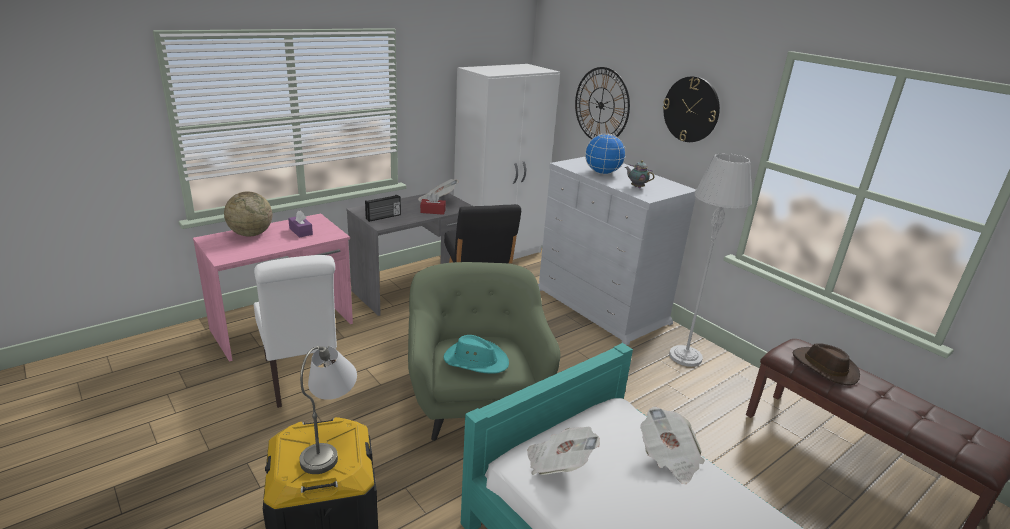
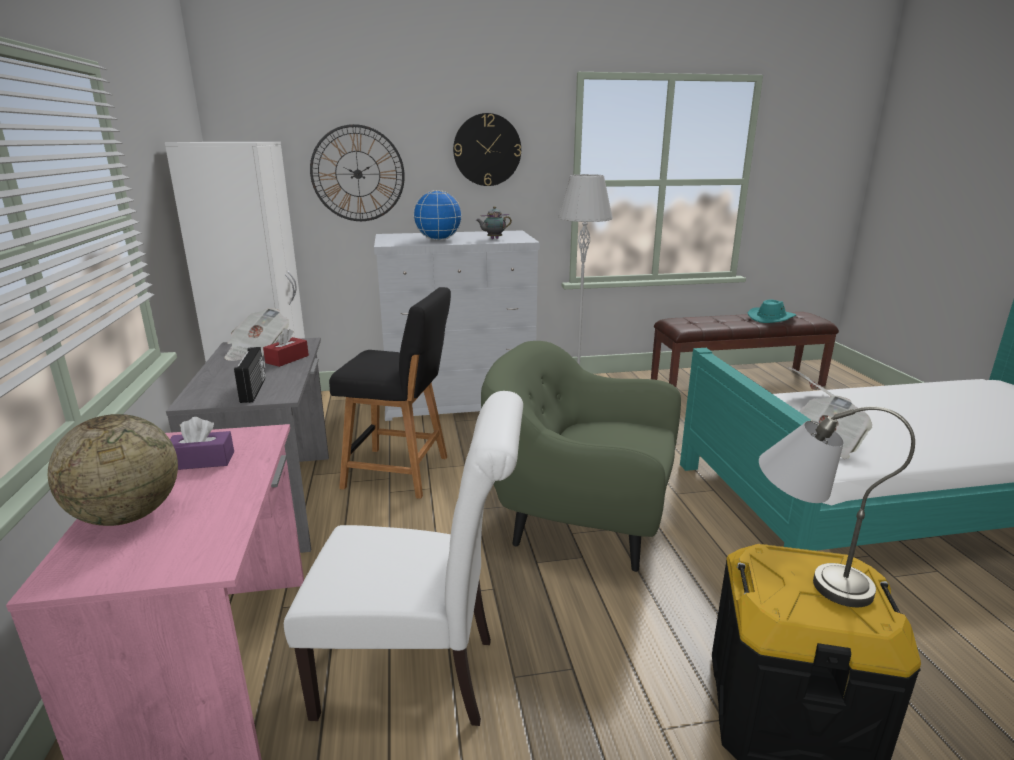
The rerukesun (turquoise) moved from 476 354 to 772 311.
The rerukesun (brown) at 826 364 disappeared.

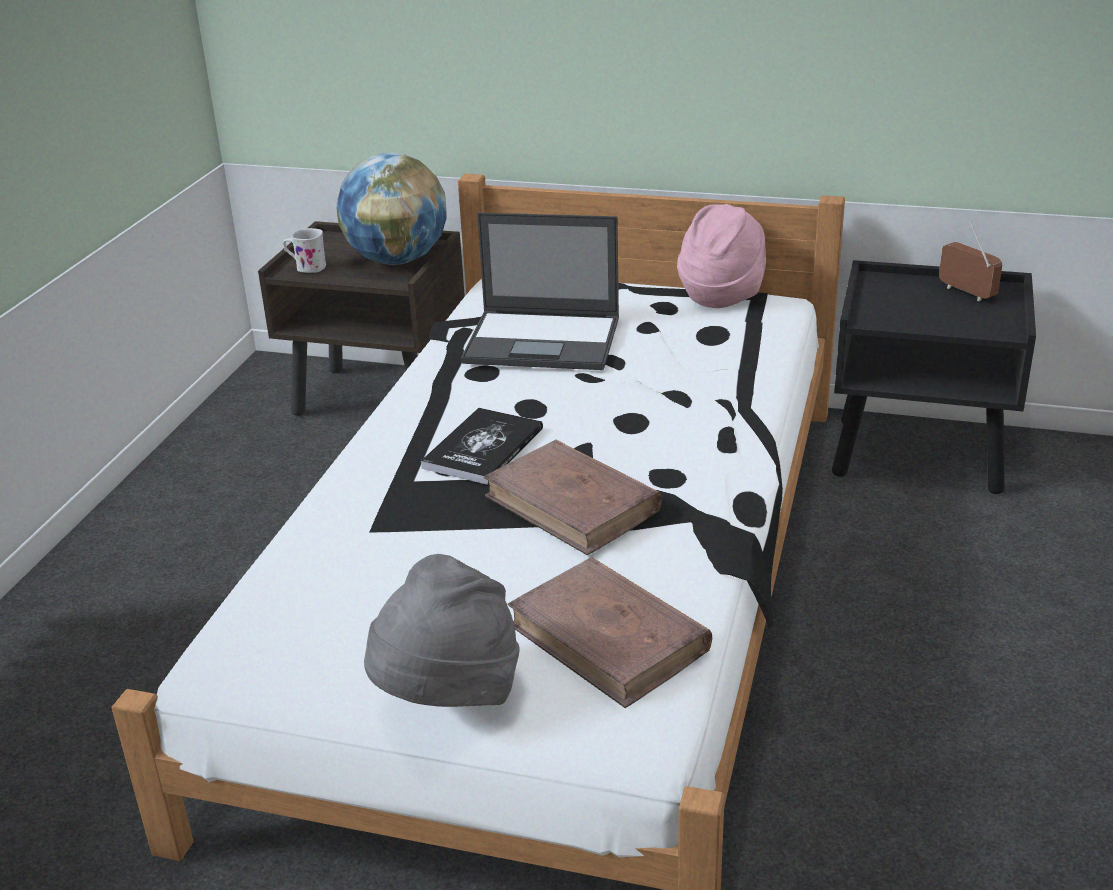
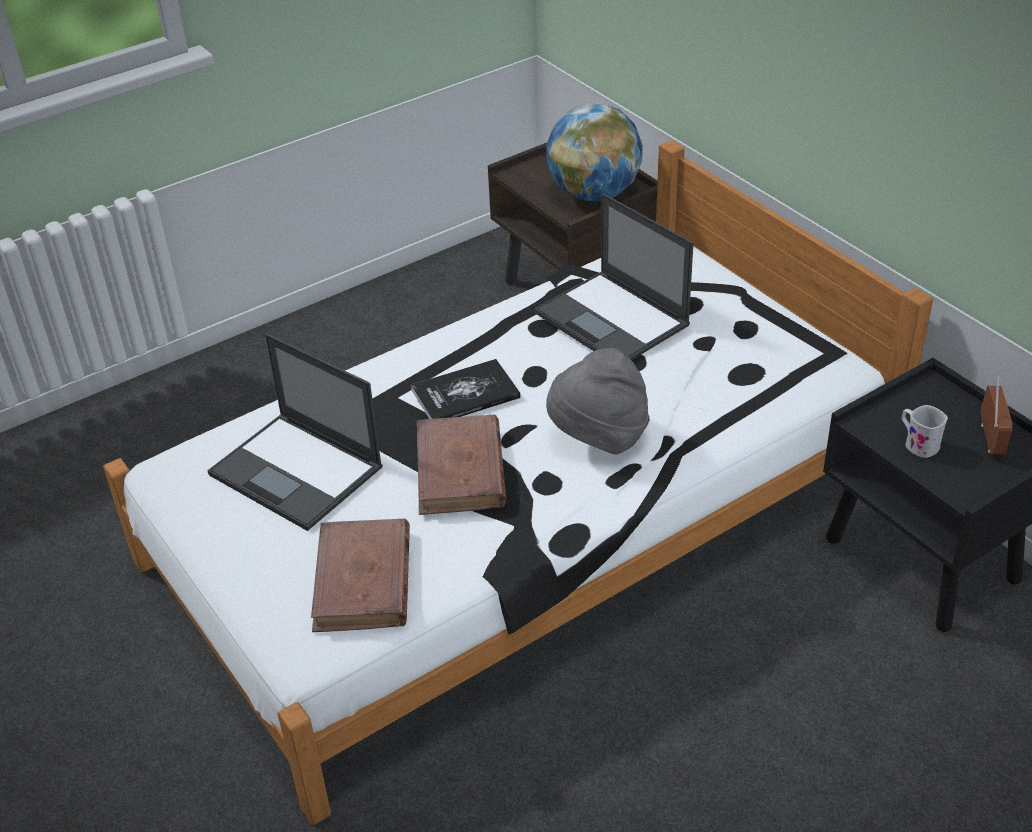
The rerukesun (pink) at 721 256 disappeared.
The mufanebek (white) moved from 304 250 to 925 431.
The rerukesun (grey) moved from 442 630 to 597 401.
The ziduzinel at 295 432 appeared.

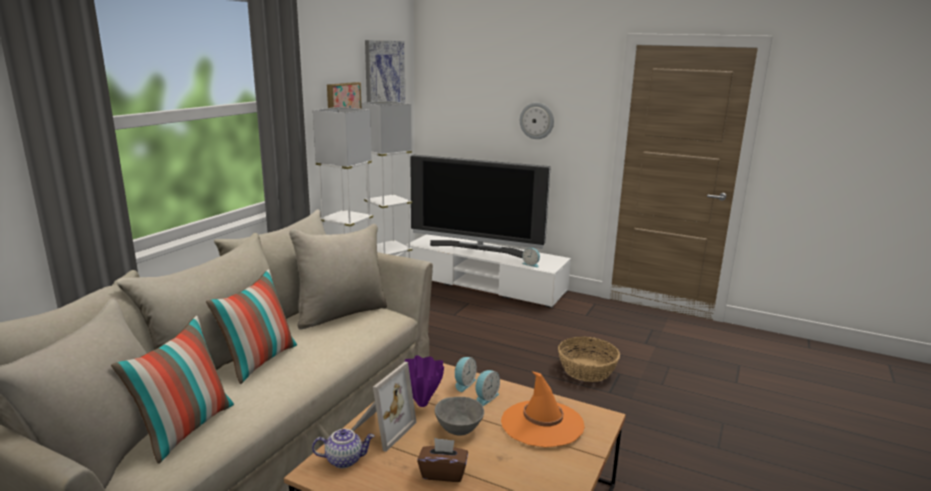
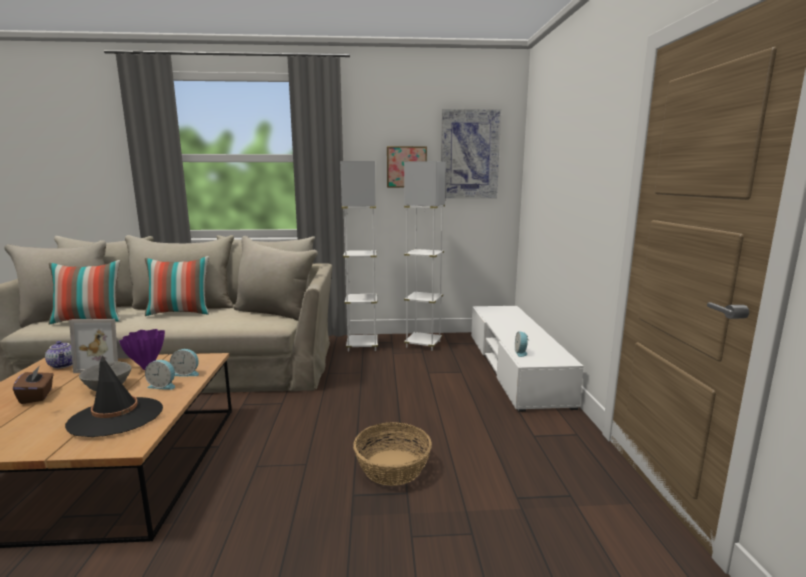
The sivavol at 537 120 disappeared.
The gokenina at 480 206 disappeared.
The rerukesun (orange) at 543 409 became the rerukesun (black) at 114 396.

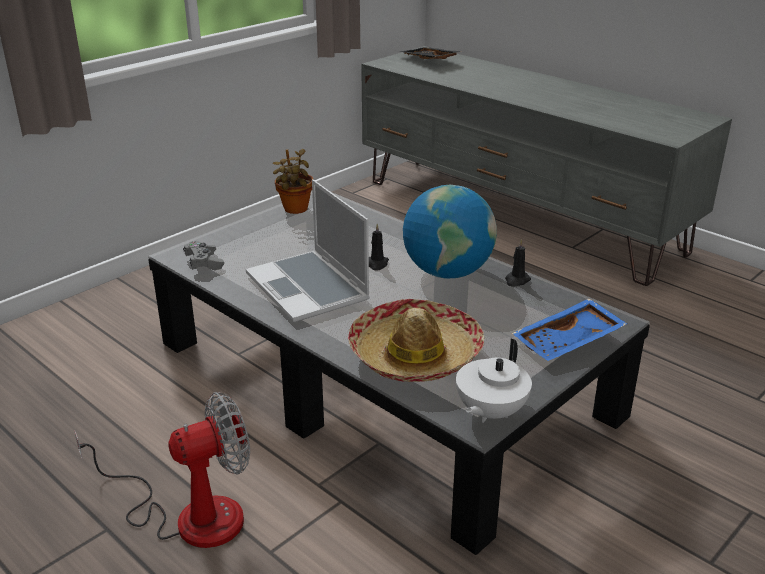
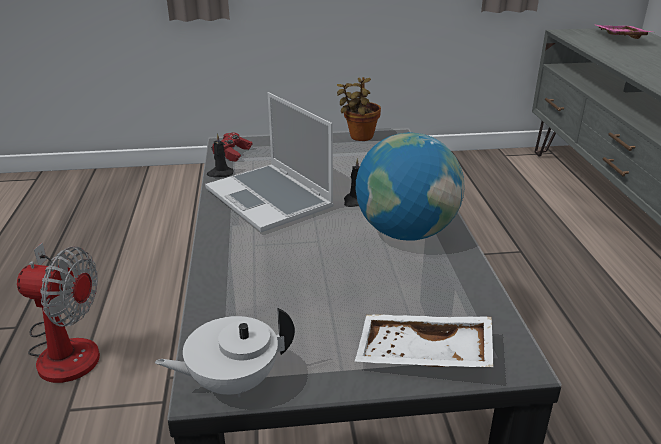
The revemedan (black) at 431 53 became the revemedan (pink) at 623 31.
The ziduzinel at 308 251 turned 45 degrees counterclockwise.
The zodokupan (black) moved from 518 263 to 220 155.
The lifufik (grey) at 203 255 became the lifufik (red) at 231 147.
The rerukesun at 416 340 disappeared.
The revemedan (blue) at 569 330 became the revemedan (white) at 424 340.

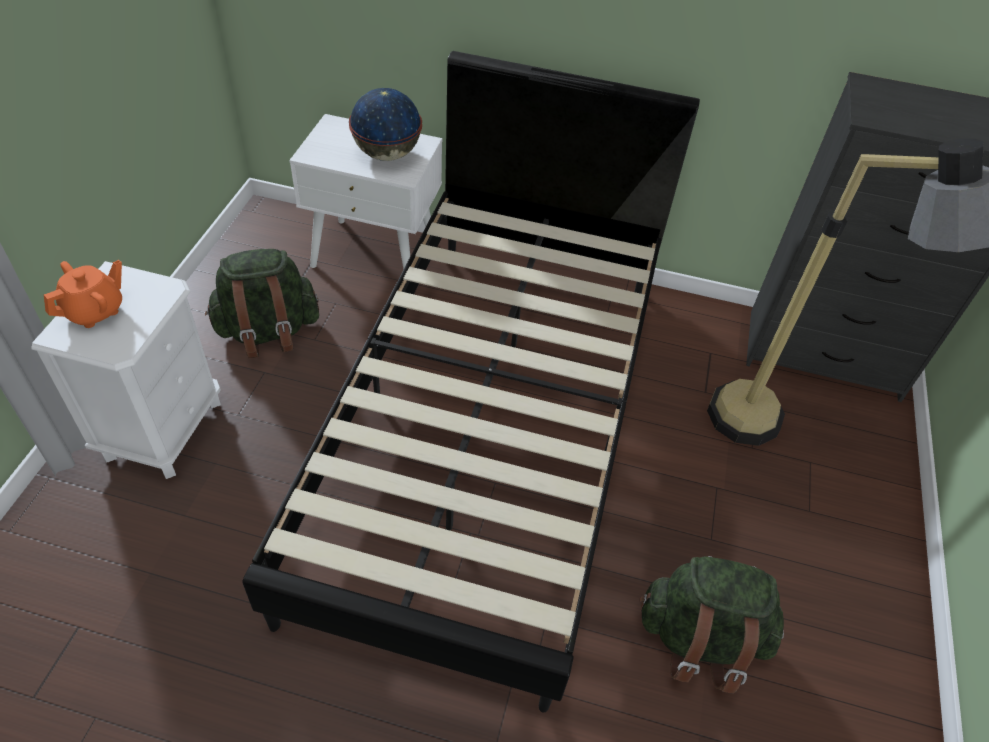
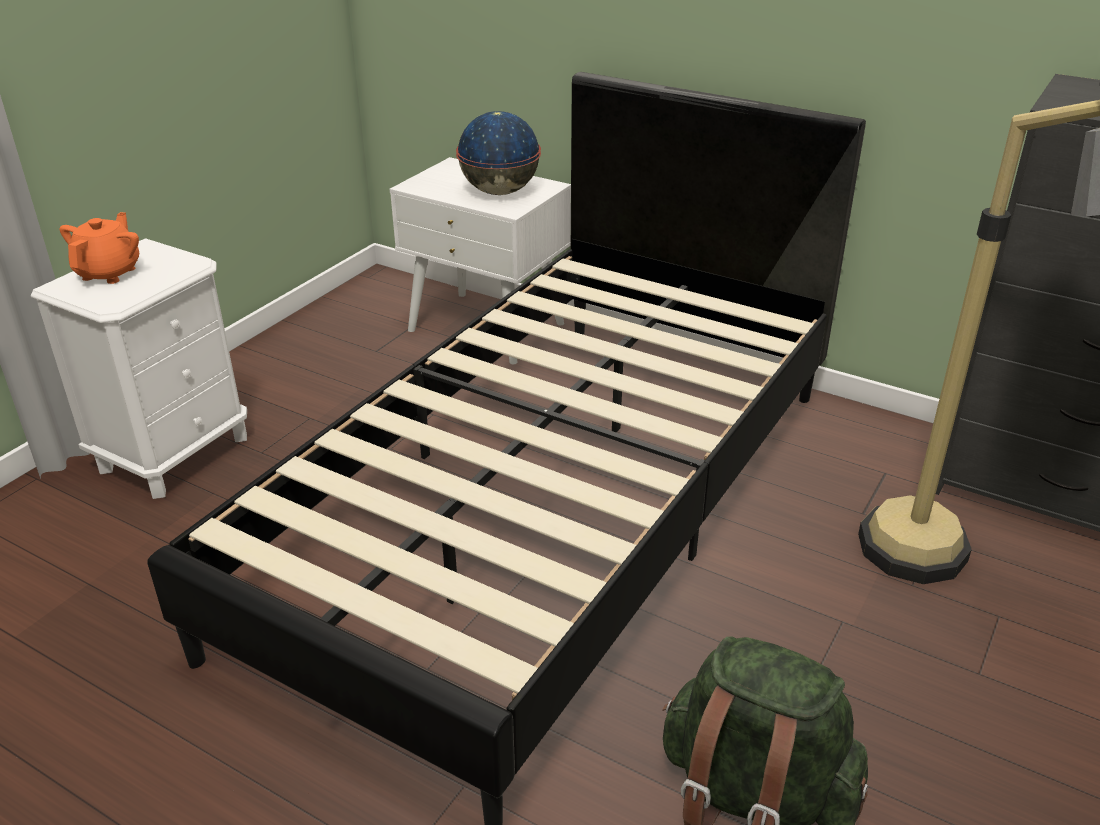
The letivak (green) at 262 304 disappeared.
The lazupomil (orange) at 83 294 turned 45 degrees counterclockwise.

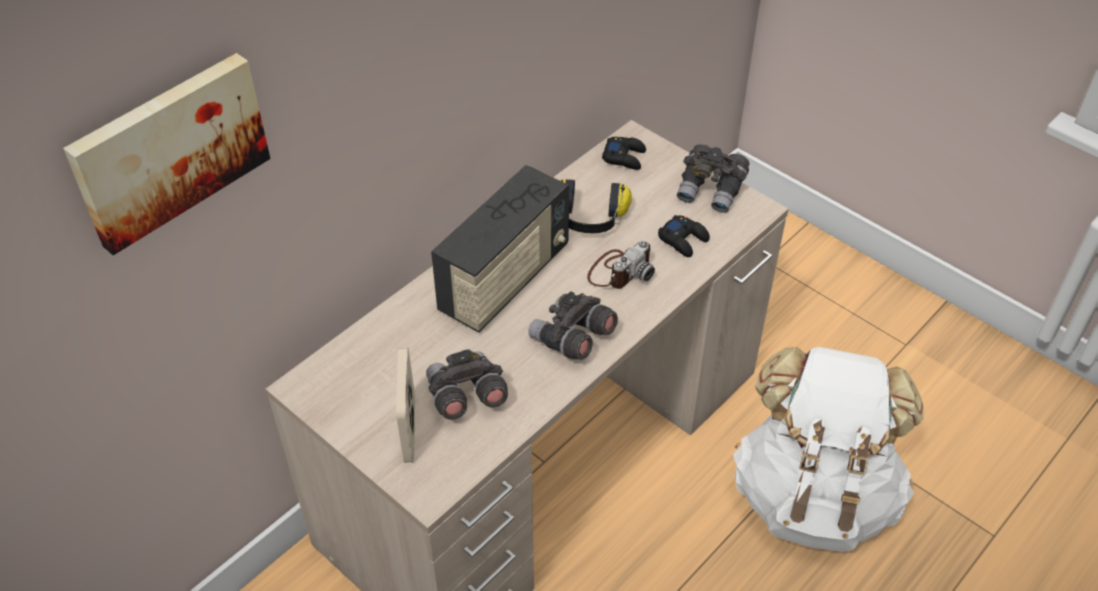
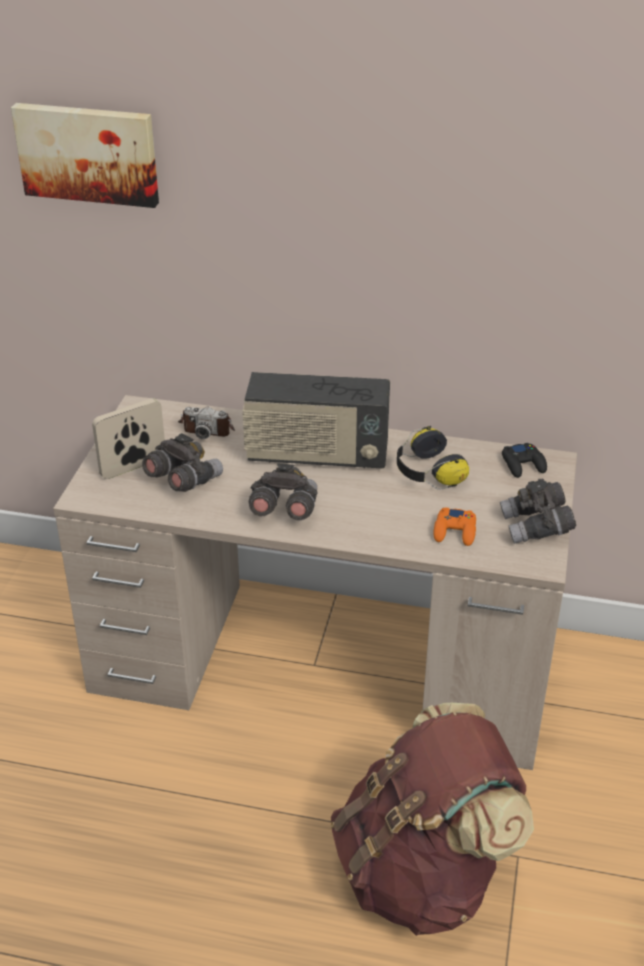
The lifufik (black) at 684 236 became the lifufik (orange) at 454 526.
The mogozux moved from 621 265 to 206 423.
The letivak (white) at 828 449 became the letivak (brown) at 432 819.

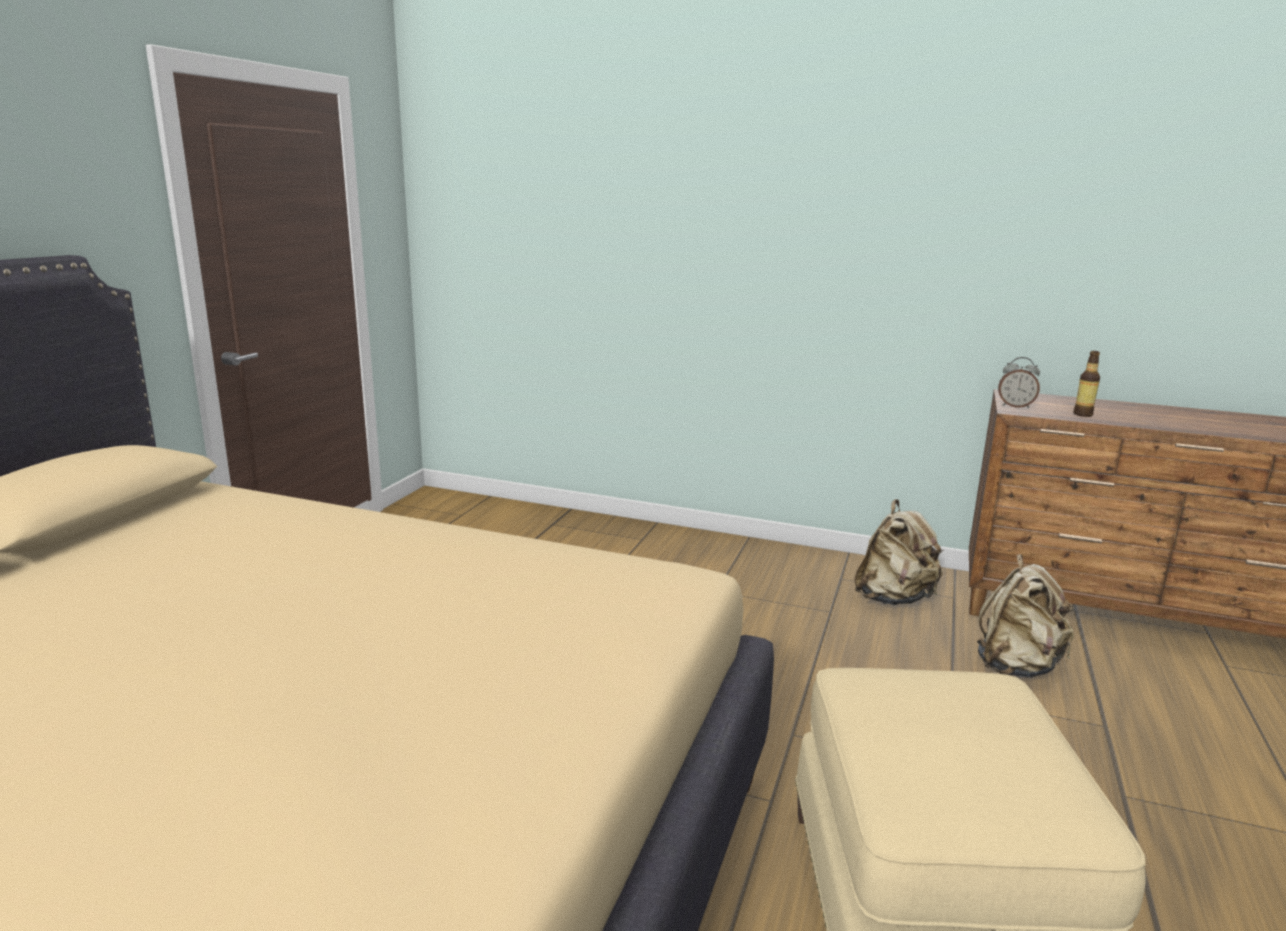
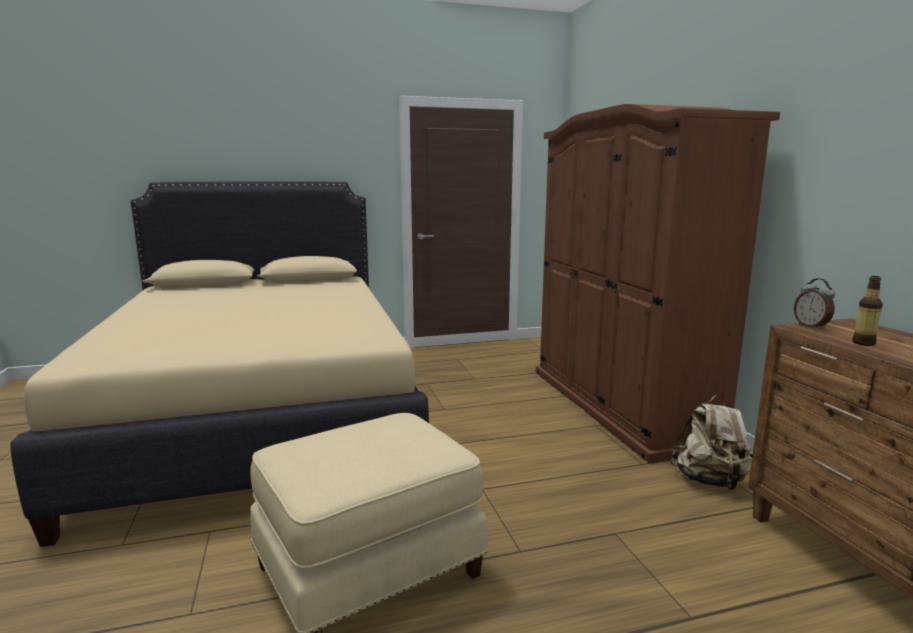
The letivak (beige) at 1025 616 disappeared.
The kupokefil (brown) at 658 283 appeared.

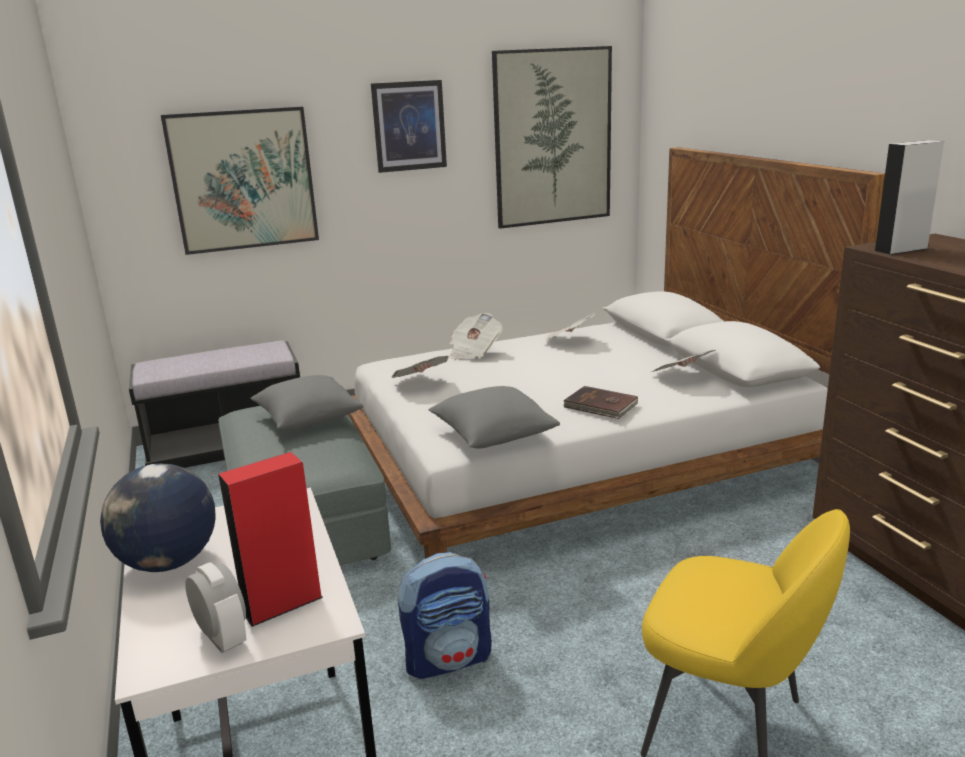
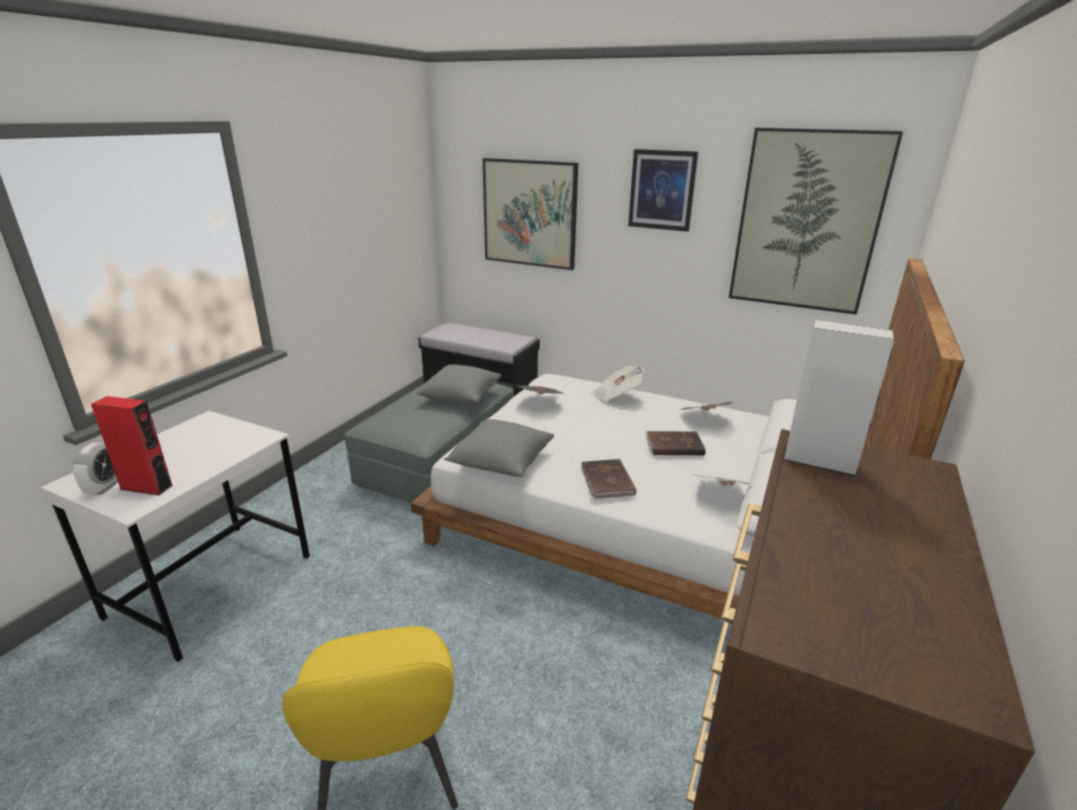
The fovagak at 158 518 disappeared.
The letivak at 445 615 disappeared.
The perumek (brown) at 676 443 appeared.

